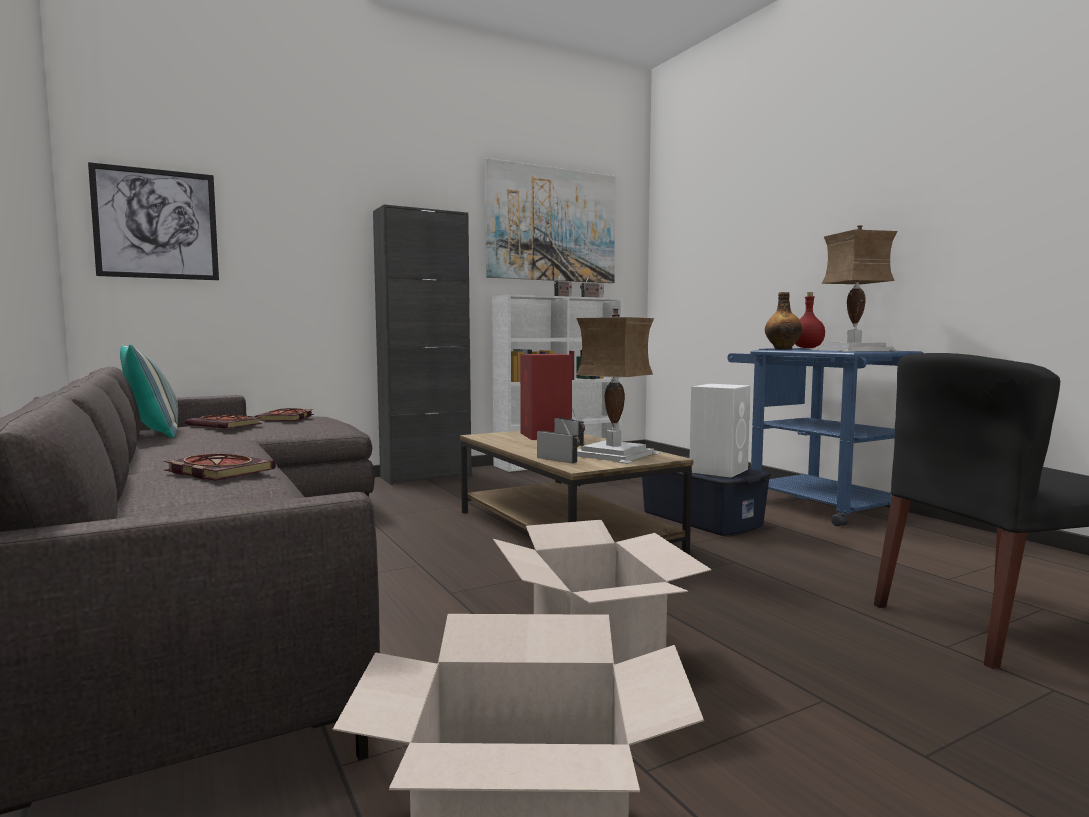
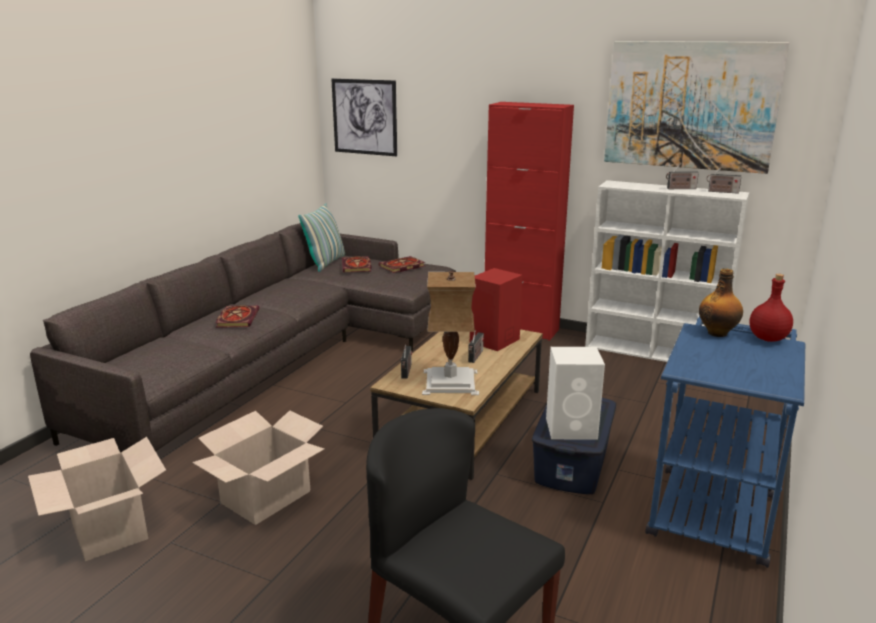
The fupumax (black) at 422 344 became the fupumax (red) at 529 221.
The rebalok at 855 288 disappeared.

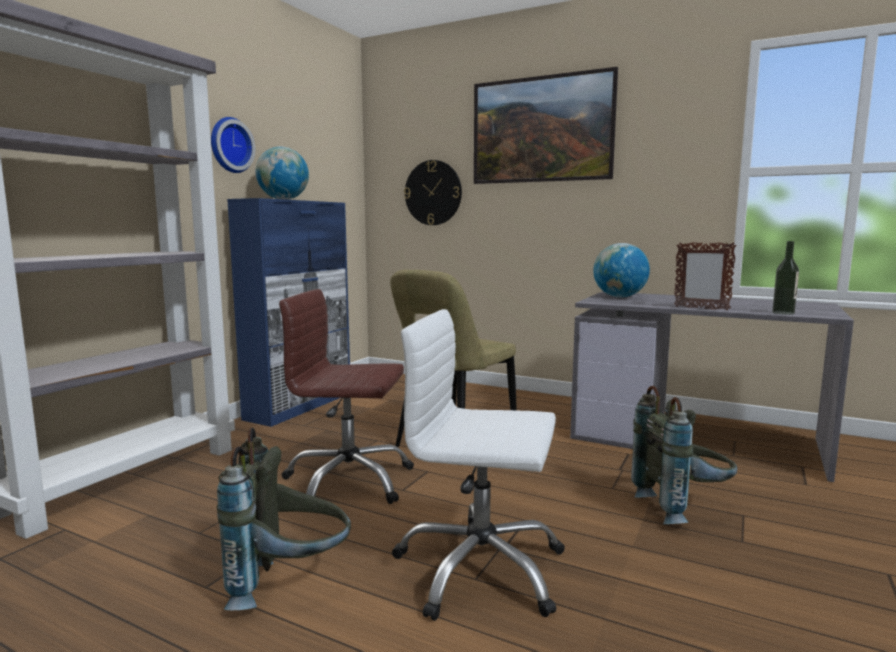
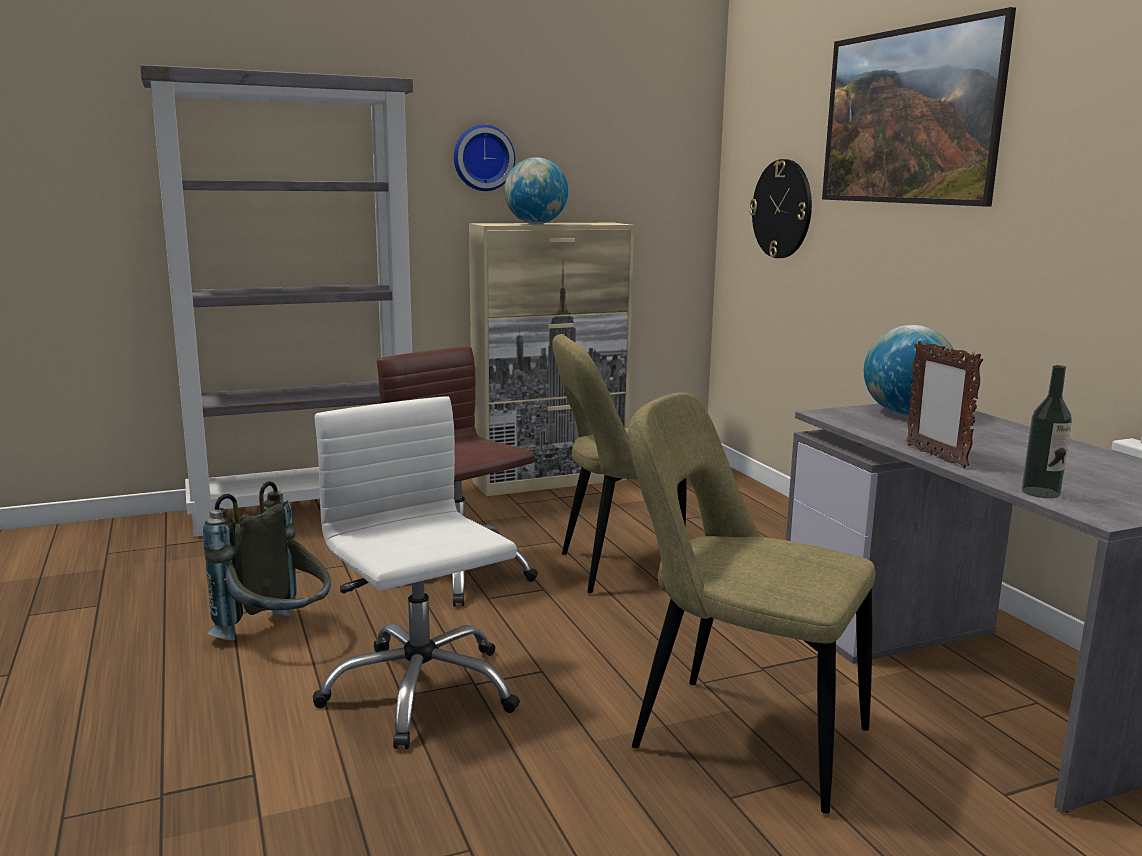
The fupumax (blue) at 288 312 became the fupumax (beige) at 551 359.
The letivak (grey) at 684 455 was replaced by the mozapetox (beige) at 751 603.

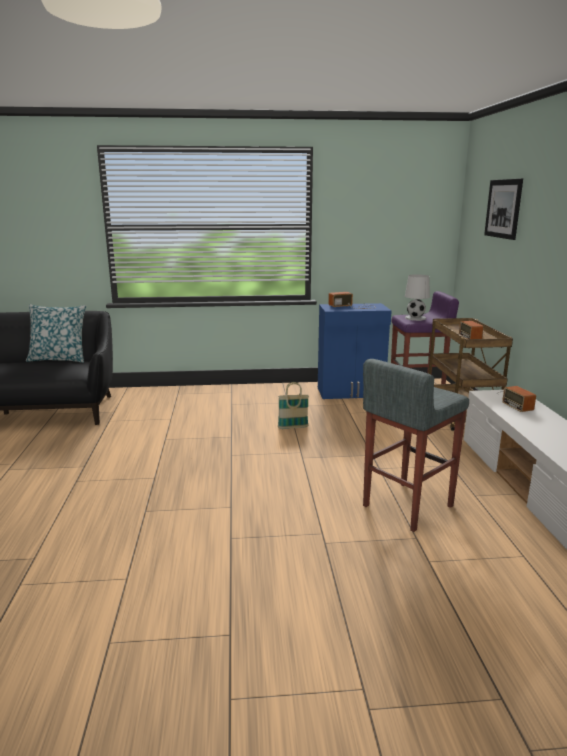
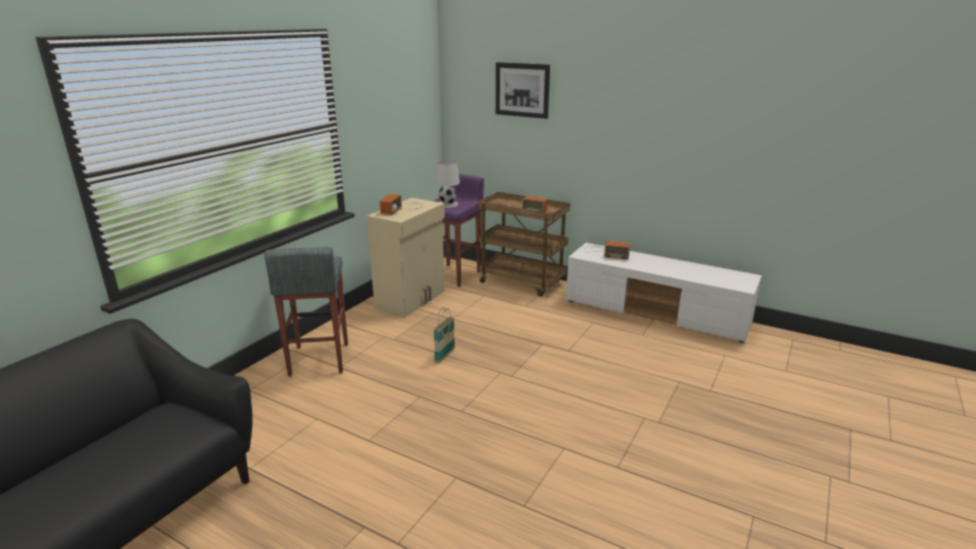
The fupumax (blue) at 355 351 became the fupumax (beige) at 406 258.
The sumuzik at 56 333 disappeared.
The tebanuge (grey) moved from 416 445 to 306 312.

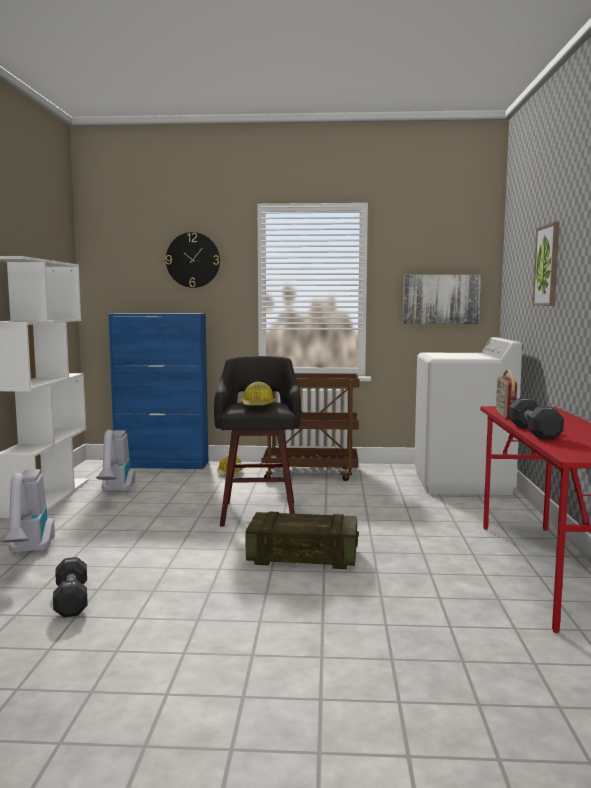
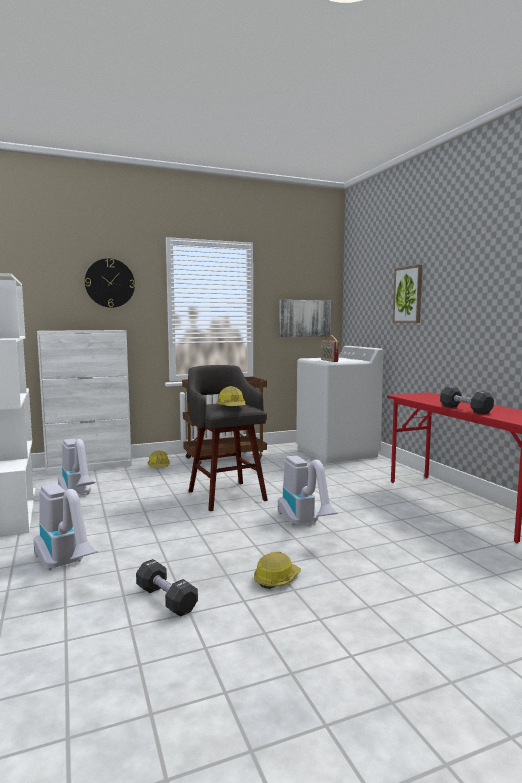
The fupumax (blue) at 158 391 became the fupumax (white) at 84 402.
The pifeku moved from 506 394 to 330 348.
The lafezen at 302 540 was replaced by the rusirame at 308 490.
The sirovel at 277 570 appeared.

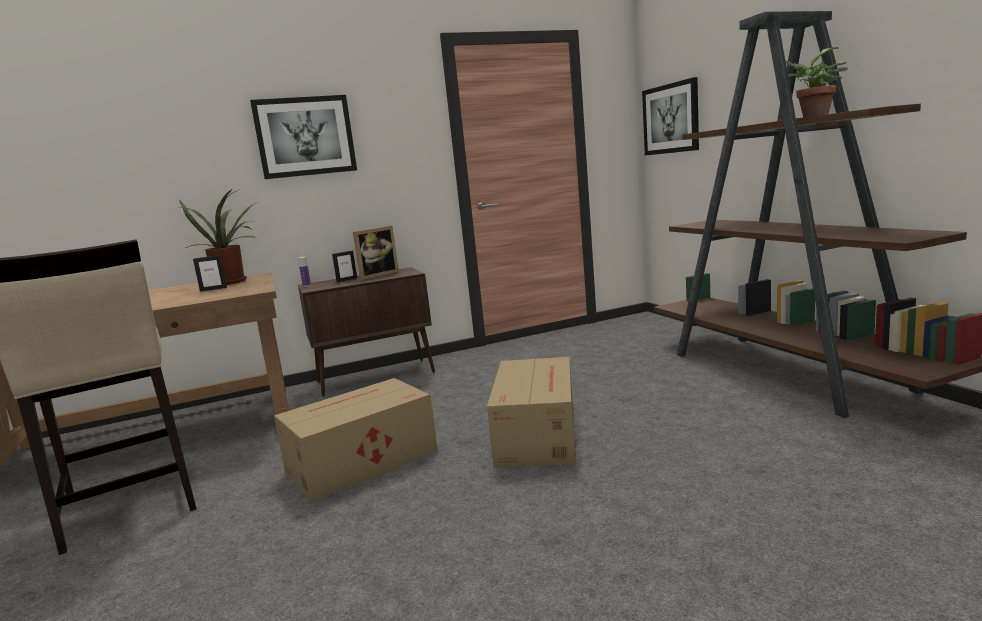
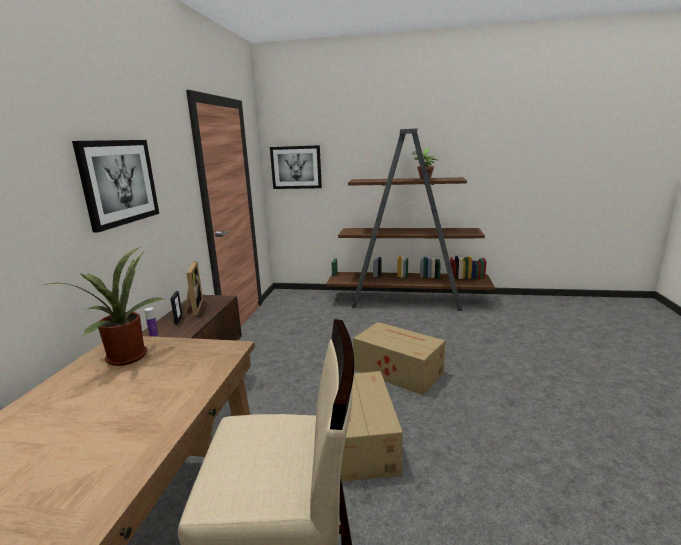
The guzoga at 210 273 disappeared.

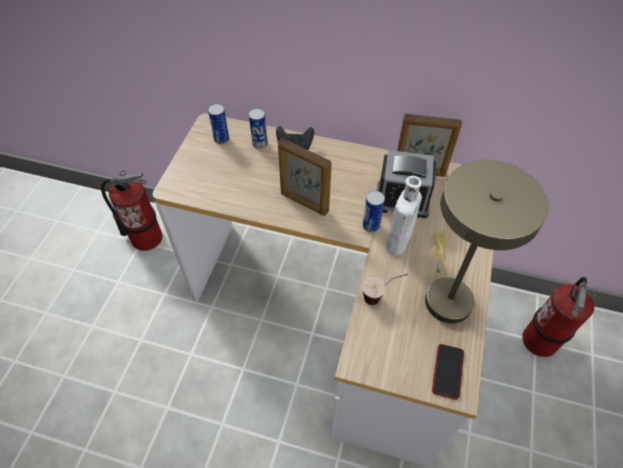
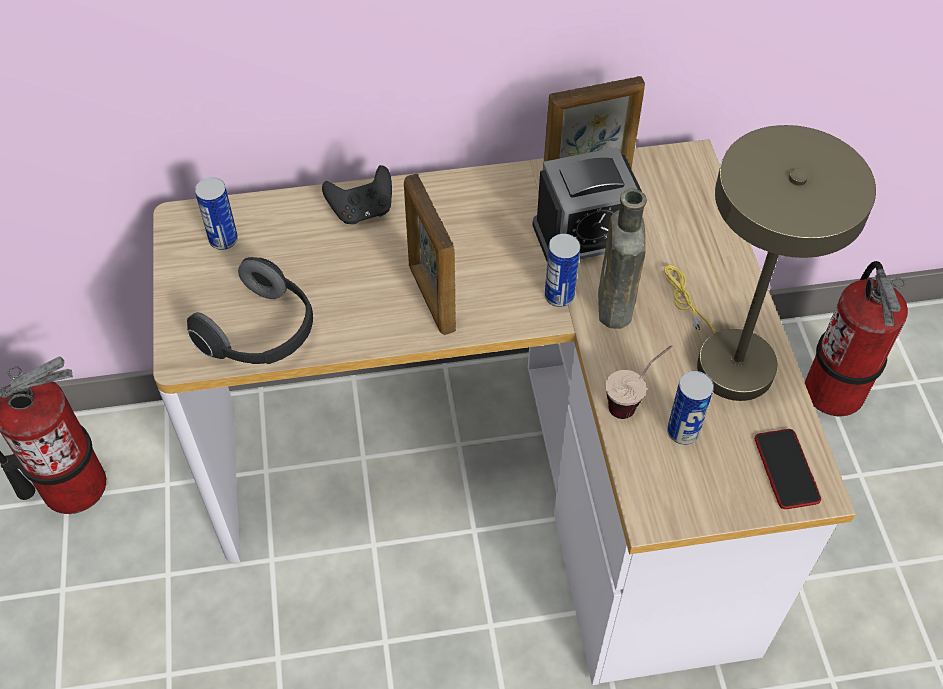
The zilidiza moved from 258 128 to 690 408.
The guzoga at 305 177 turned 60 degrees clockwise.
The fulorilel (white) at 404 216 became the fulorilel (brown) at 622 259.
The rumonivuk at 250 310 appeared.

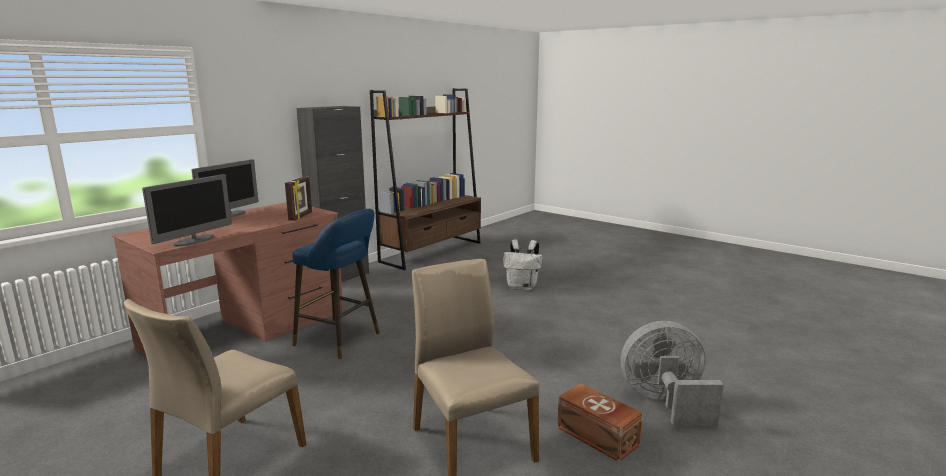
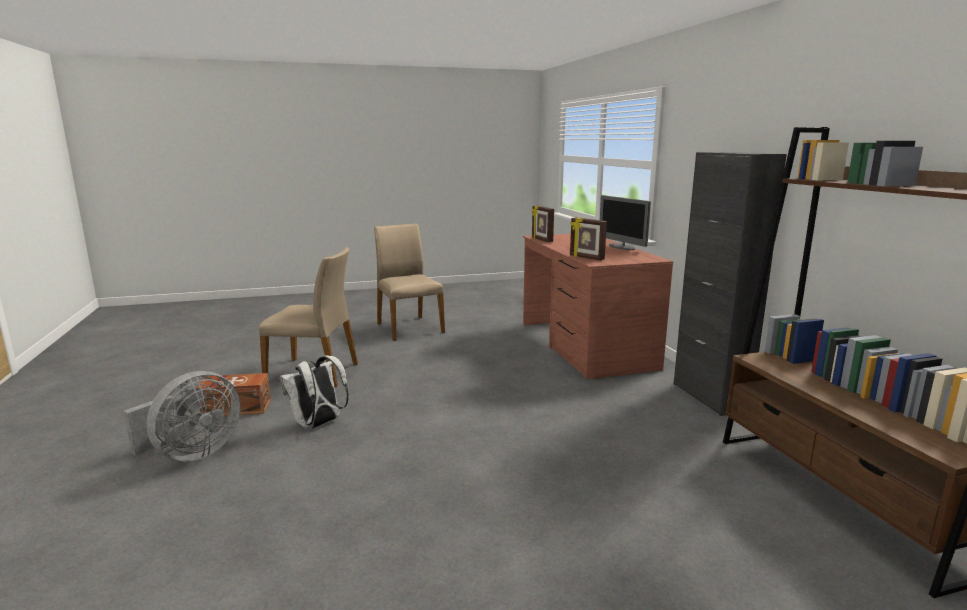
The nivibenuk at 187 210 was replaced by the guzoga at 543 224.
The tebanuge (blue) at 336 283 disappeared.
The letivak (white) moved from 523 265 to 314 392.

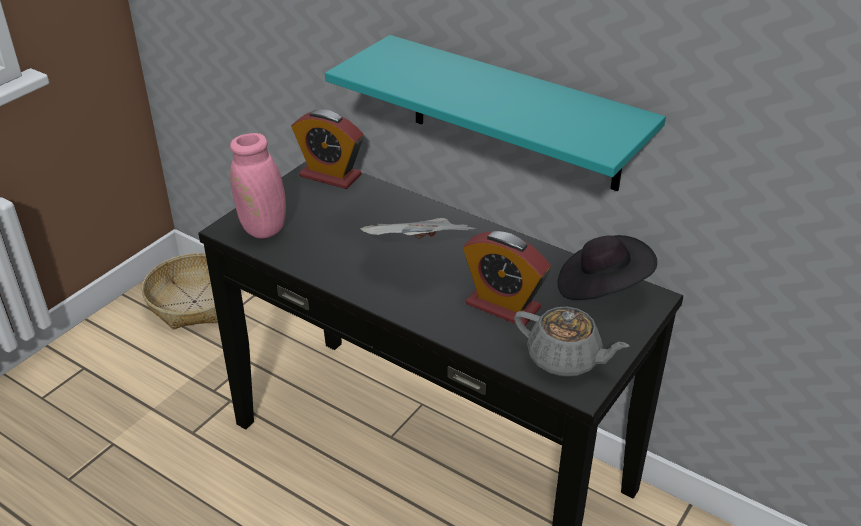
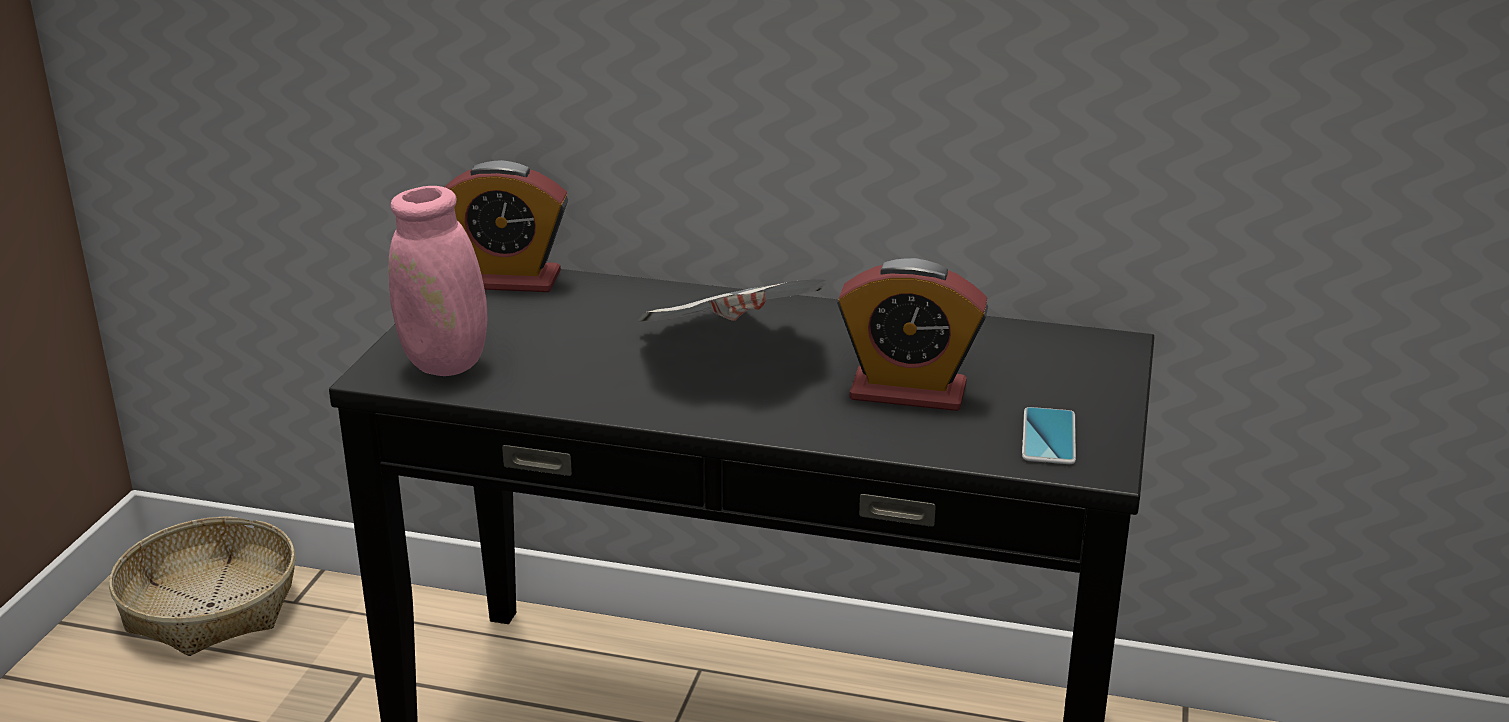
The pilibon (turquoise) at 495 113 disappeared.
The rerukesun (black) at 607 267 disappeared.
The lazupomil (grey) at 572 342 was replaced by the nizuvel at 1049 435.

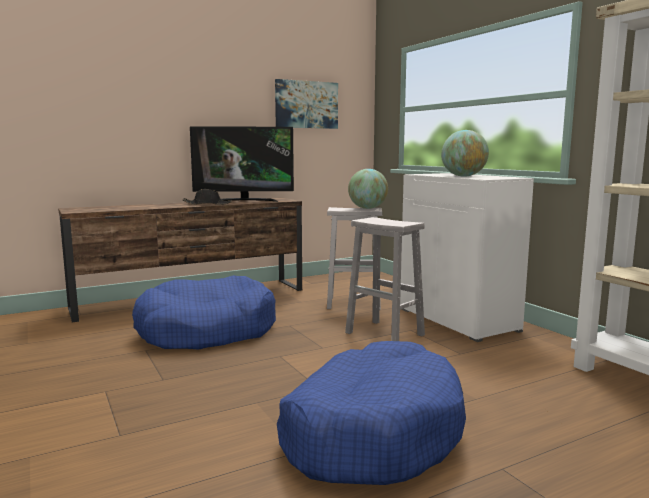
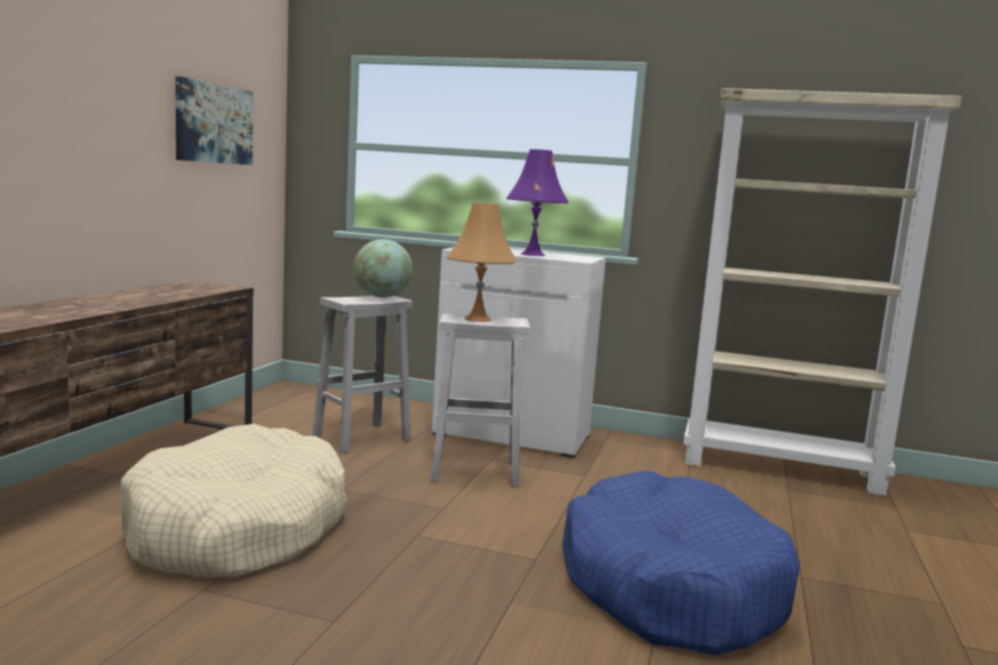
The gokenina at 242 164 disappeared.
The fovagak at 465 153 was replaced by the rebalok (purple) at 538 202.
The rerukesun (black) at 207 197 disappeared.
The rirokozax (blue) at 204 312 became the rirokozax (beige) at 233 500.
The rebalok (orange) at 481 262 appeared.

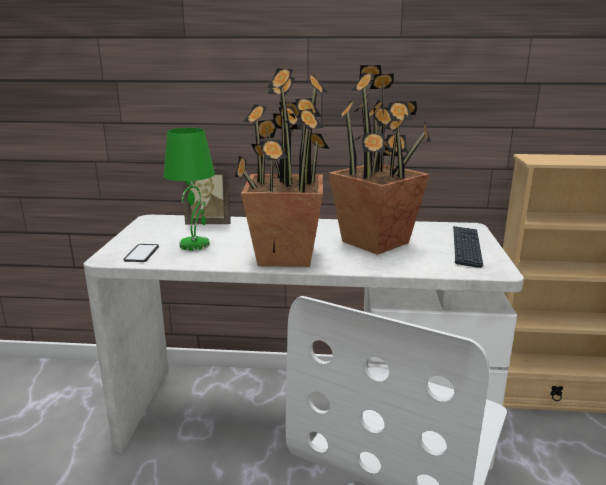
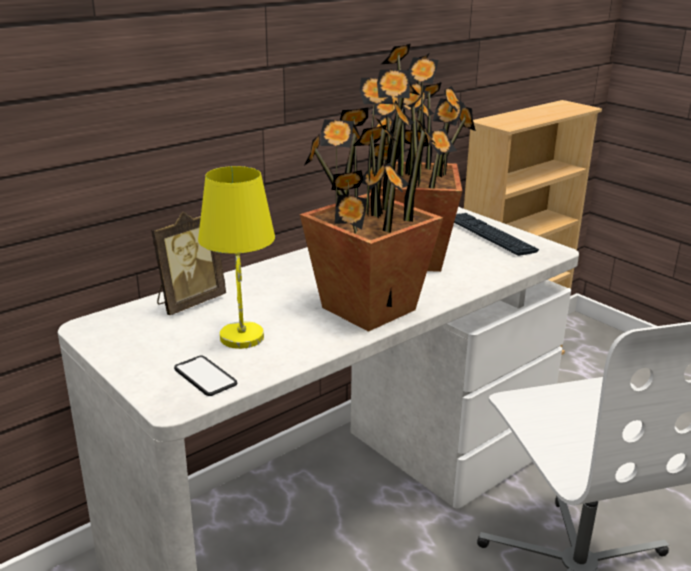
The rebalok (green) at 189 189 became the rebalok (yellow) at 236 257.

